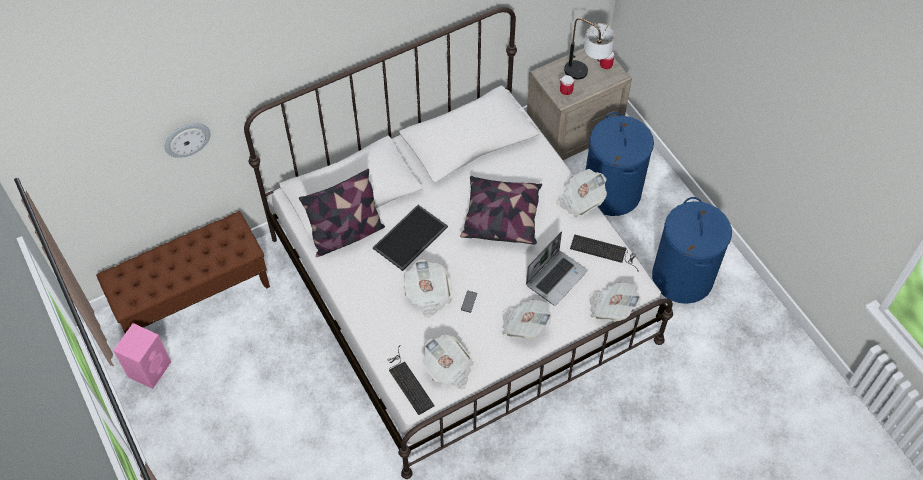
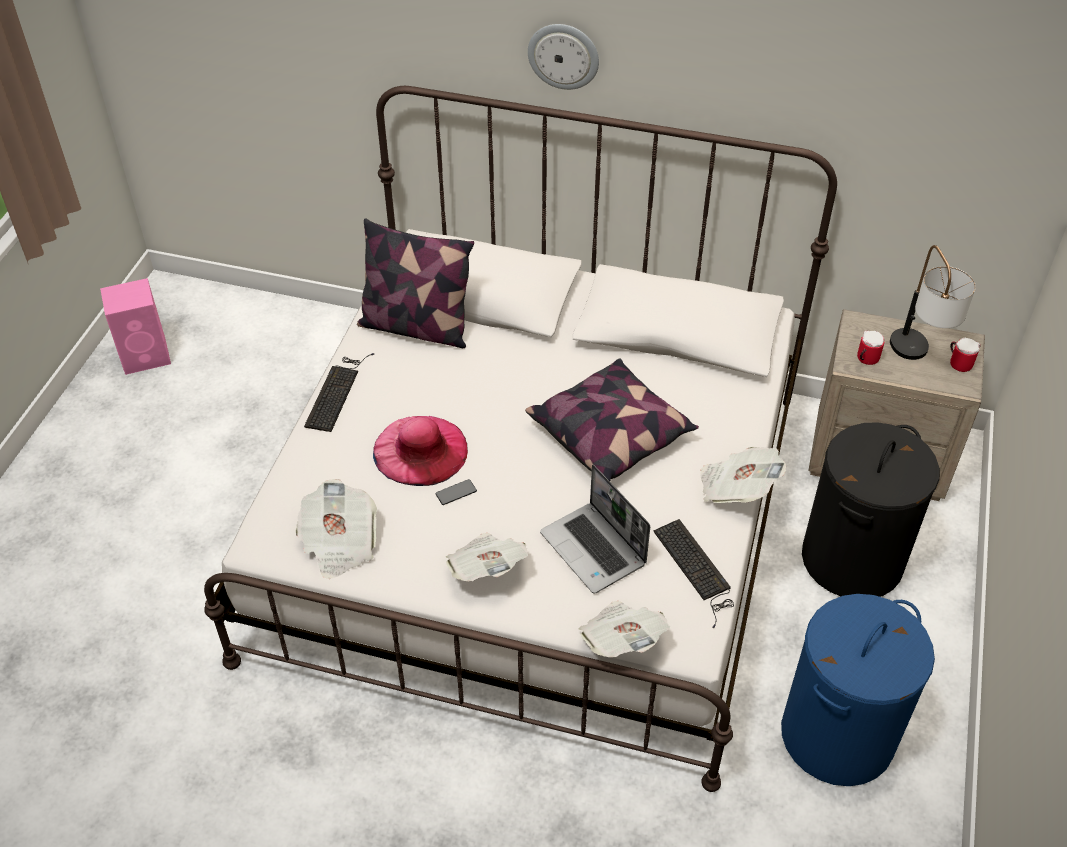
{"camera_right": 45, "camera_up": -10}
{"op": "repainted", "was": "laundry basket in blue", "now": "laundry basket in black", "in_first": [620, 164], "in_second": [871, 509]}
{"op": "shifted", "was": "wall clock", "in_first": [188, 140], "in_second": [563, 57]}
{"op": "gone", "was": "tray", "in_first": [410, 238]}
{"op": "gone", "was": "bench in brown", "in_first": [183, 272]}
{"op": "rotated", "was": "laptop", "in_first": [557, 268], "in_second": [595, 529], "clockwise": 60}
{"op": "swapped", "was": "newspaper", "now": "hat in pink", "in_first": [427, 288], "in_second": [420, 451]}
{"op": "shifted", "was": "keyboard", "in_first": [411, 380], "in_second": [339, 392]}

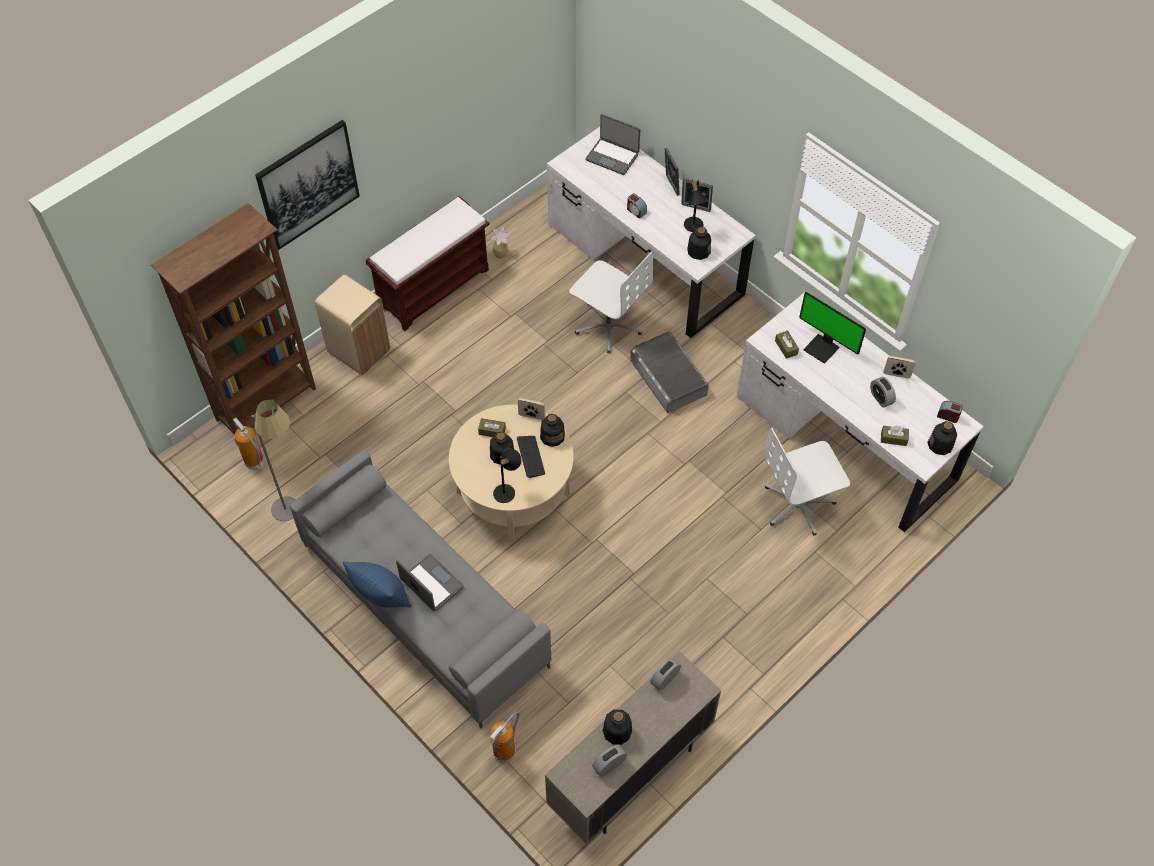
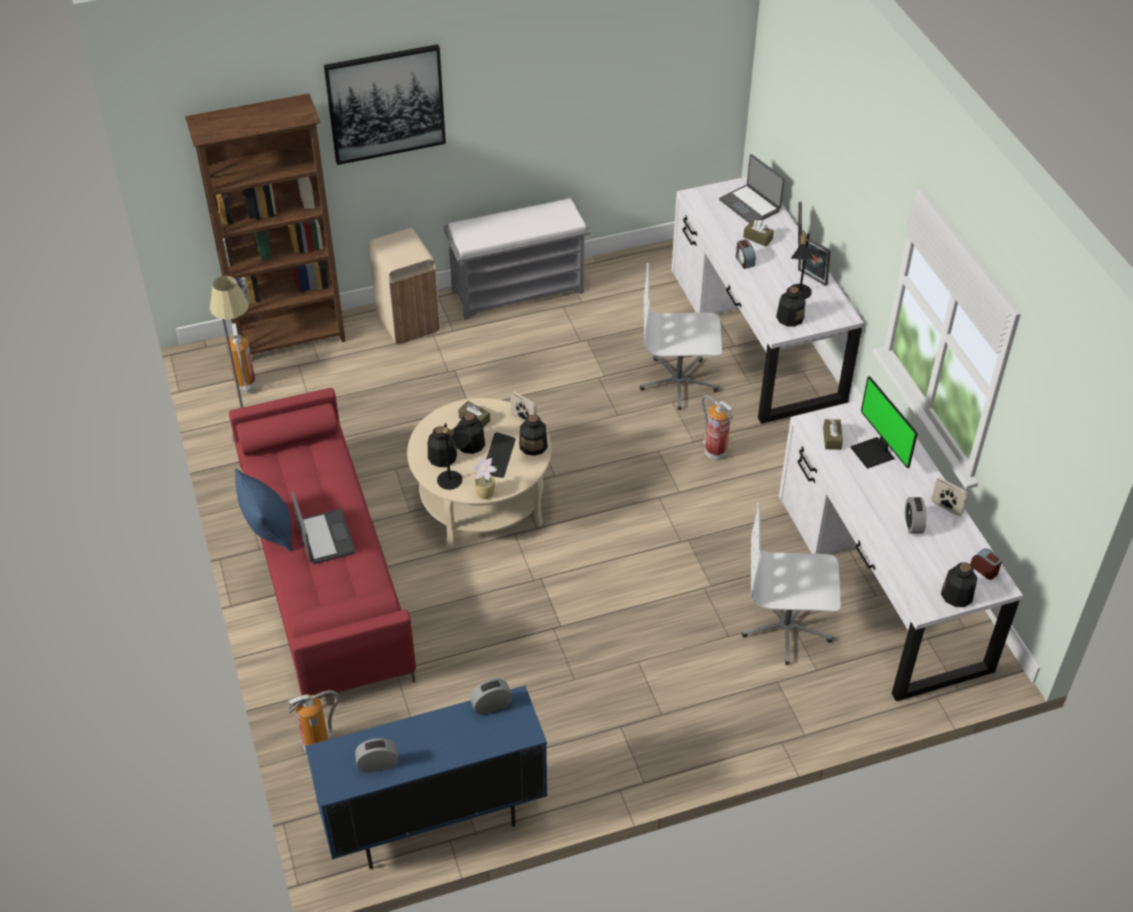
{"camera_right": 25, "camera_up": -10}
{"op": "repainted", "was": "bench in brown", "now": "bench in grey", "in_first": [428, 263], "in_second": [517, 259]}
{"op": "shifted", "was": "potted plant", "in_first": [500, 242], "in_second": [484, 477]}
{"op": "rotated", "was": "office chair in white", "in_first": [611, 302], "in_second": [681, 336], "clockwise": 120}
{"op": "swapped", "was": "storage box in grey", "now": "fire extinguisher", "in_first": [669, 372], "in_second": [717, 427]}
{"op": "shifted", "was": "tissue box in brown", "in_first": [895, 436], "in_second": [758, 233]}
{"op": "repainted", "was": "sofa in grey", "now": "sofa in red", "in_first": [420, 589], "in_second": [322, 543]}
{"op": "repainted", "was": "cabinet in beige", "now": "cabinet in blue", "in_first": [633, 747], "in_second": [426, 777]}
{"op": "shifted", "was": "bottle", "in_first": [617, 727], "in_second": [442, 446]}

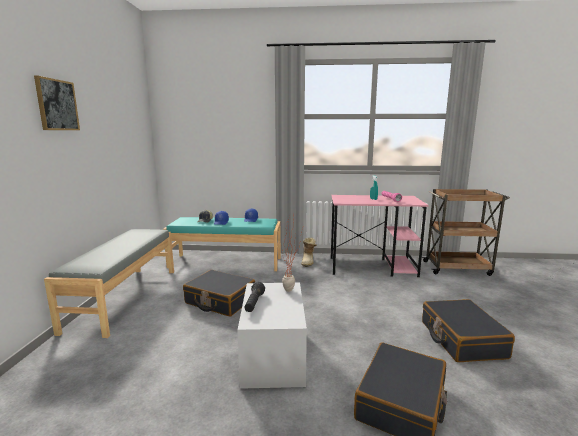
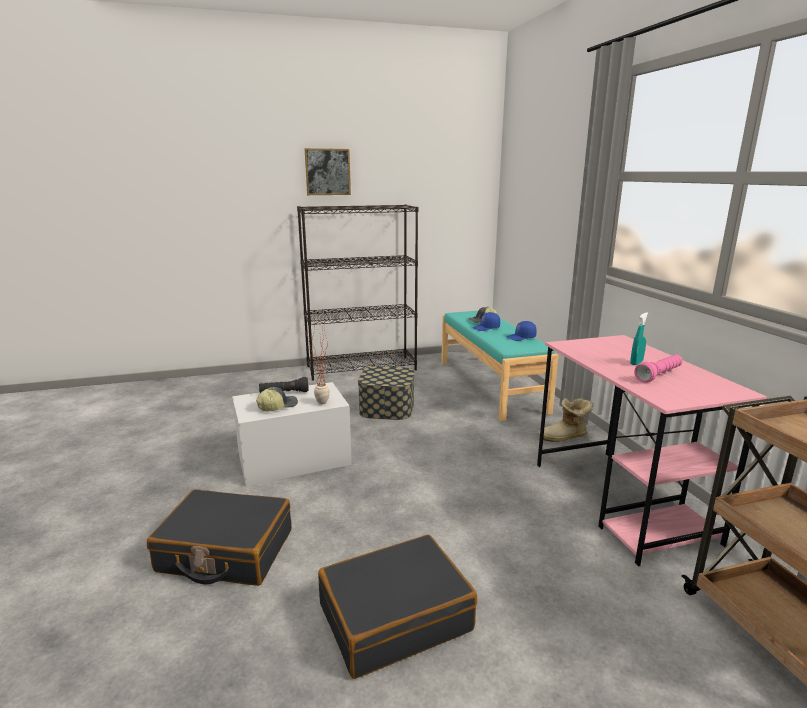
{"camera_right": 70, "camera_up": 5}
{"op": "swapped", "was": "bench in grey", "now": "bookcase in black", "in_first": [109, 283], "in_second": [357, 292]}
{"op": "swapped", "was": "suitcase in black", "now": "storage box", "in_first": [219, 293], "in_second": [386, 393]}
{"op": "new", "now": "cap", "in_second": [277, 399]}

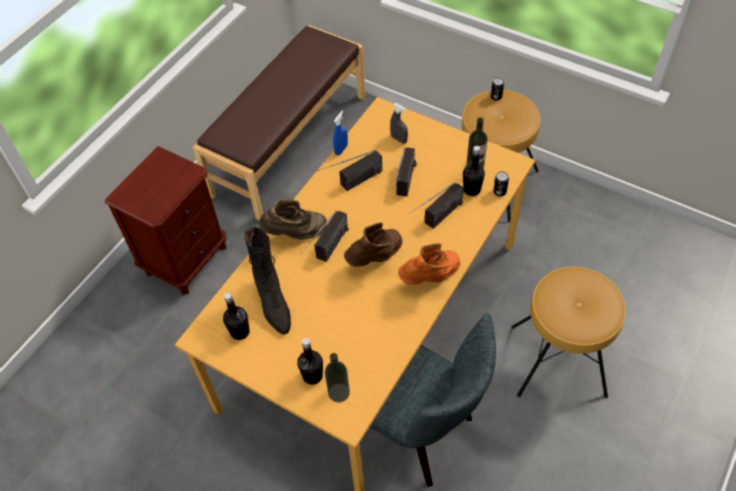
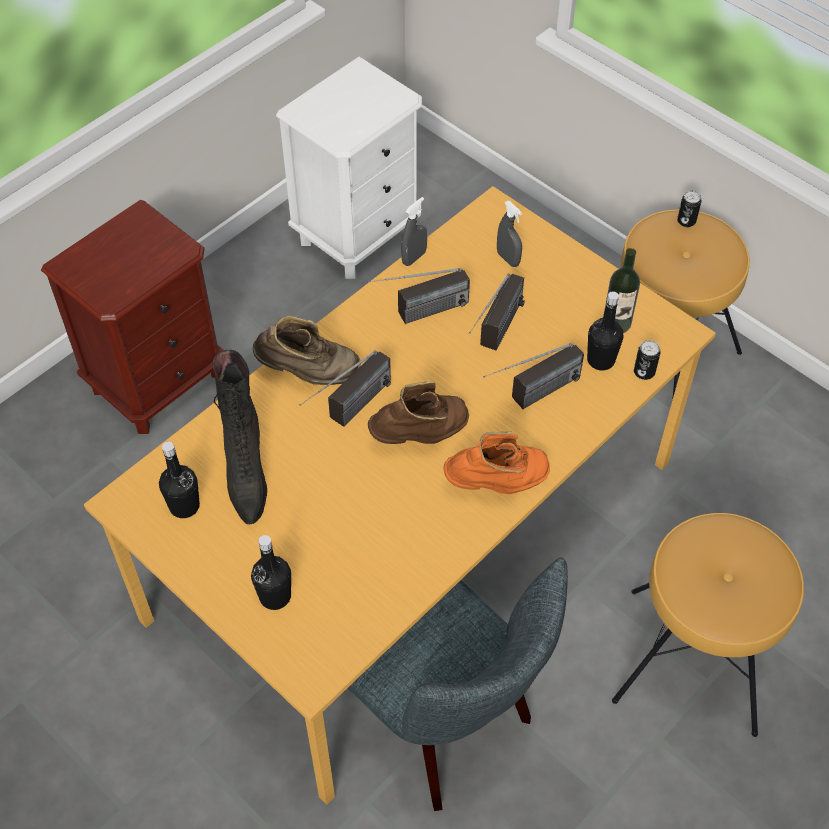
{"camera_right": 10, "camera_up": 0}
{"op": "swapped", "was": "bench in brown", "now": "nightstand in white", "in_first": [279, 123], "in_second": [349, 168]}
{"op": "repainted", "was": "spray bottle in blue", "now": "spray bottle in grey", "in_first": [340, 133], "in_second": [414, 231]}
{"op": "gone", "was": "bottle", "in_first": [337, 378]}

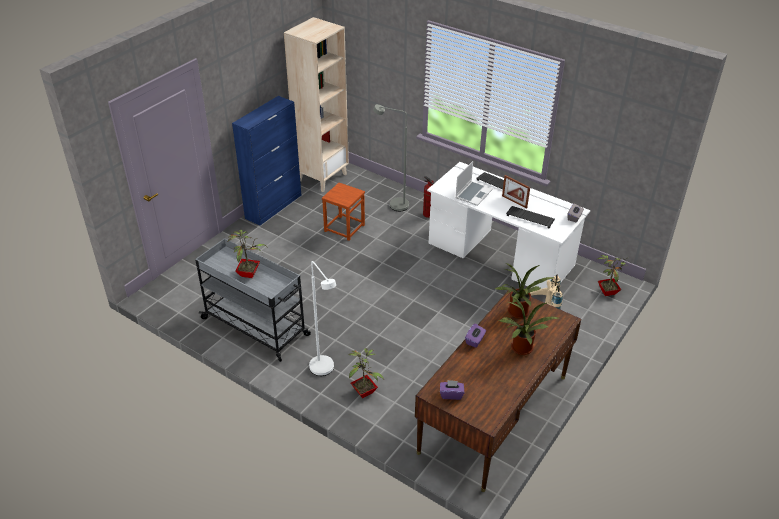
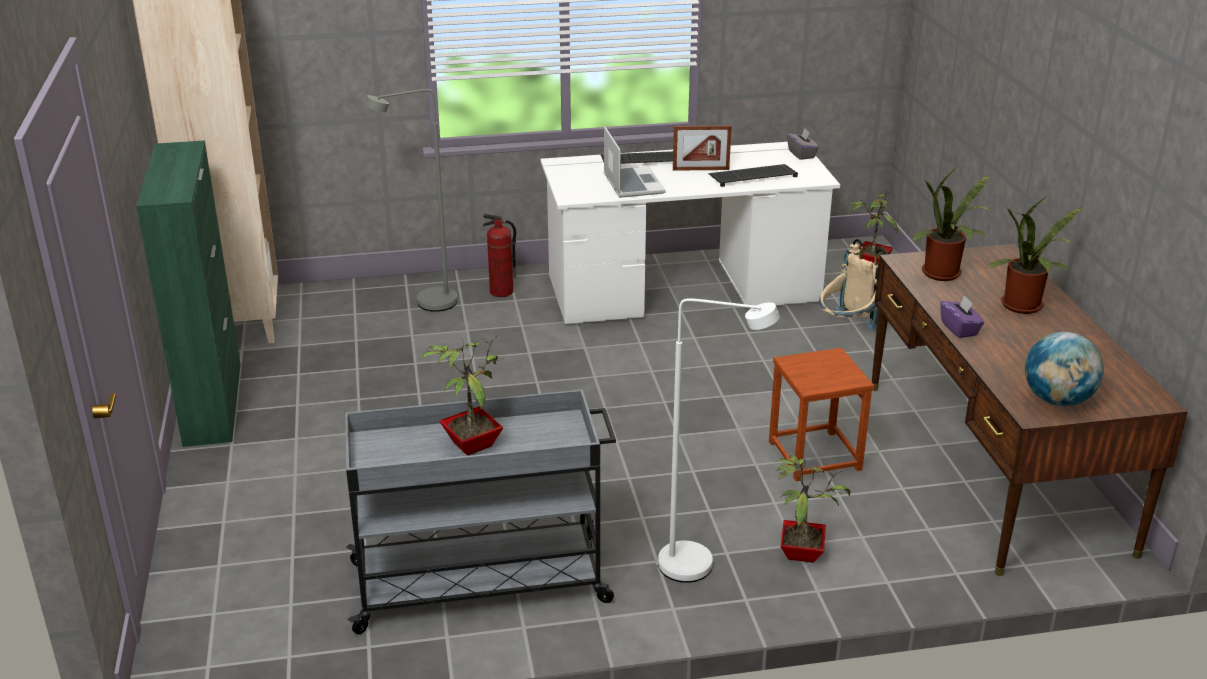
{"camera_right": -45, "camera_up": -10}
{"op": "repainted", "was": "cabinet in blue", "now": "cabinet in green", "in_first": [266, 161], "in_second": [188, 293]}
{"op": "shifted", "was": "stool in brown", "in_first": [343, 212], "in_second": [821, 414]}
{"op": "swapped", "was": "tissue box in purple", "now": "globe", "in_first": [452, 390], "in_second": [1064, 369]}

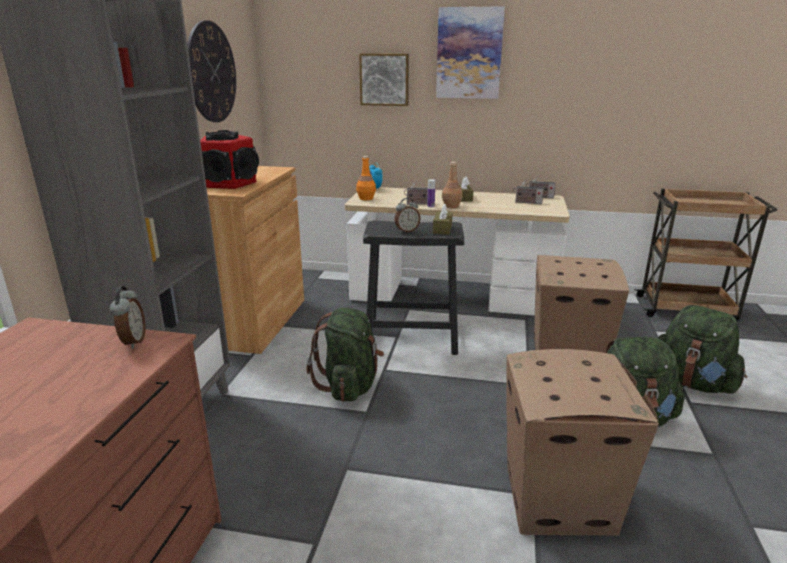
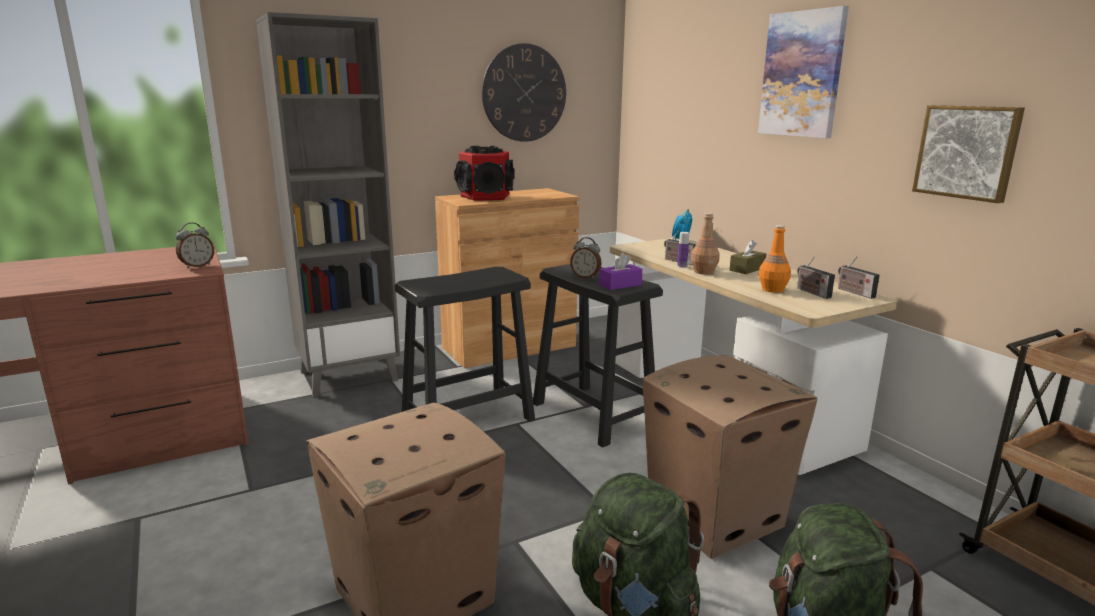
{"camera_right": 50, "camera_up": -5}
{"op": "shifted", "was": "picture", "in_first": [384, 80], "in_second": [968, 154]}
{"op": "shifted", "was": "bottle in orange", "in_first": [366, 178], "in_second": [775, 259]}
{"op": "repainted", "was": "tissue box in brown", "now": "tissue box in purple", "in_first": [442, 219], "in_second": [621, 271]}
{"op": "swapped", "was": "backpack in green", "now": "stool in black", "in_first": [345, 355], "in_second": [464, 344]}

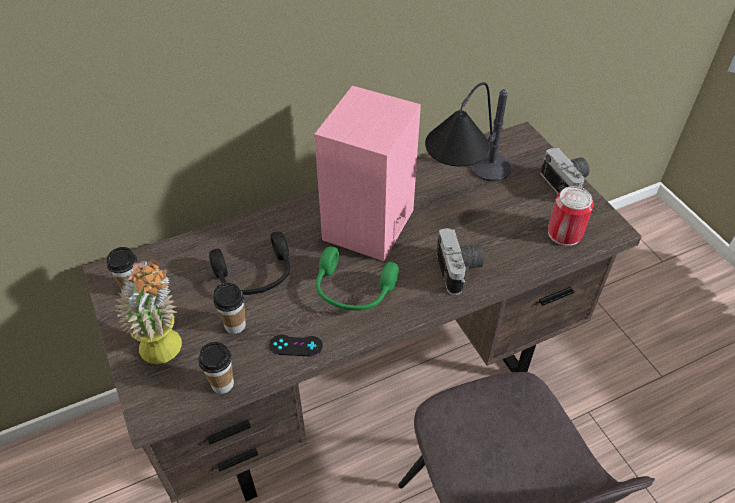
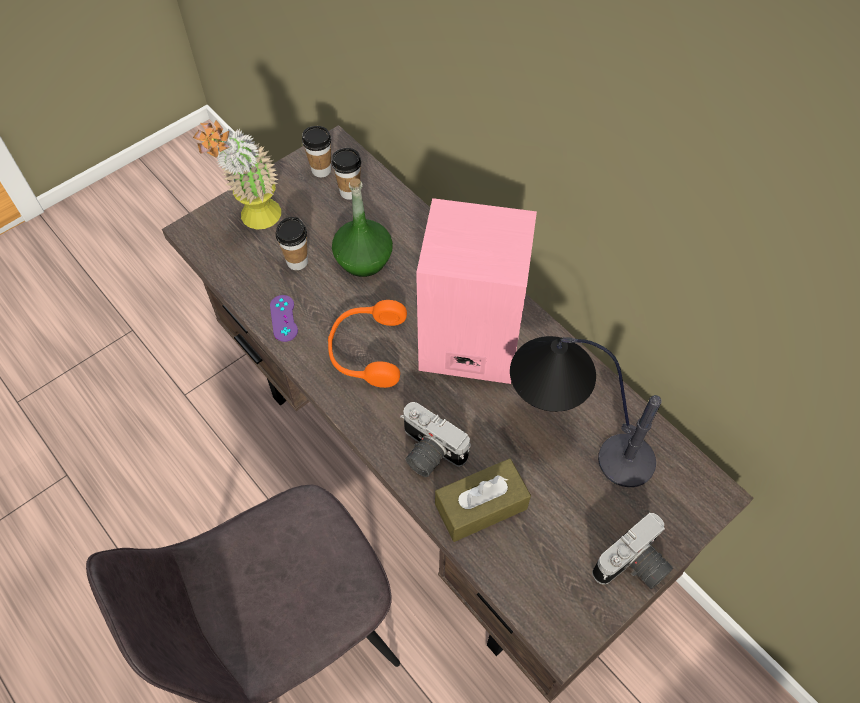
{"camera_right": 75, "camera_up": 10}
{"op": "gone", "was": "can", "in_first": [571, 216]}
{"op": "rotated", "was": "photo camera", "in_first": [460, 261], "in_second": [435, 439], "clockwise": 60}
{"op": "swapped", "was": "headphones in black", "now": "bottle in green", "in_first": [249, 263], "in_second": [362, 227]}
{"op": "repainted", "was": "headphones in green", "now": "headphones in orange", "in_first": [357, 278], "in_second": [367, 344]}
{"op": "repainted", "was": "game controller in black", "now": "game controller in purple", "in_first": [296, 345], "in_second": [284, 318]}
{"op": "shifted", "was": "cup", "in_first": [216, 368], "in_second": [346, 174]}
{"op": "new", "now": "tissue box in brown", "in_second": [483, 500]}

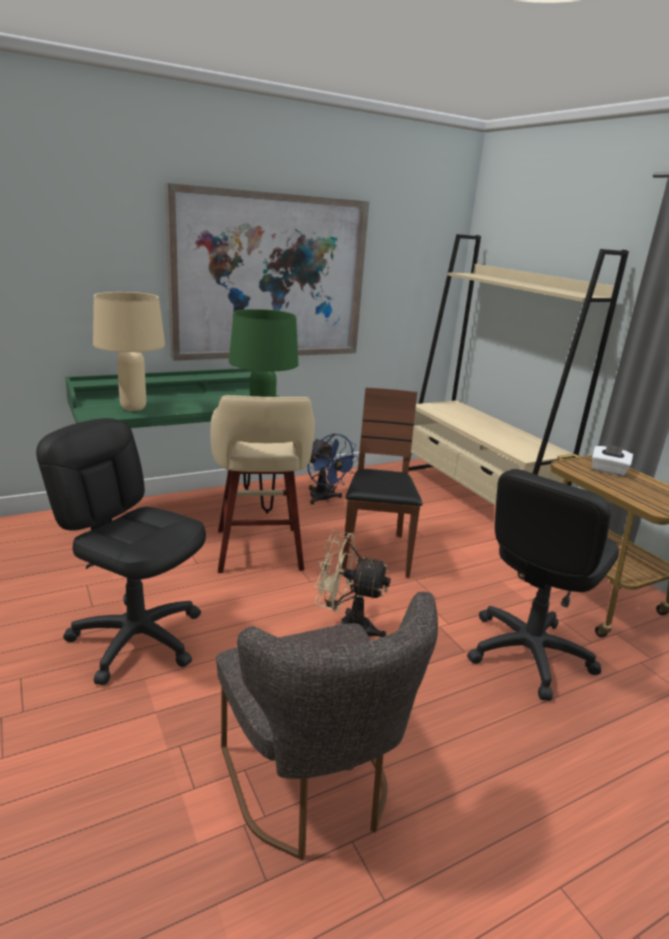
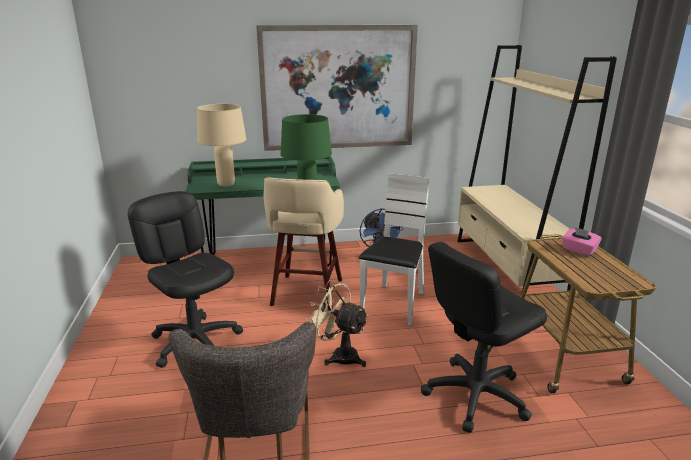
{"camera_right": 20, "camera_up": 0}
{"op": "repainted", "was": "chair in brown", "now": "chair in white", "in_first": [382, 483], "in_second": [393, 249]}
{"op": "repainted", "was": "tissue box in white", "now": "tissue box in pink", "in_first": [612, 460], "in_second": [582, 241]}

